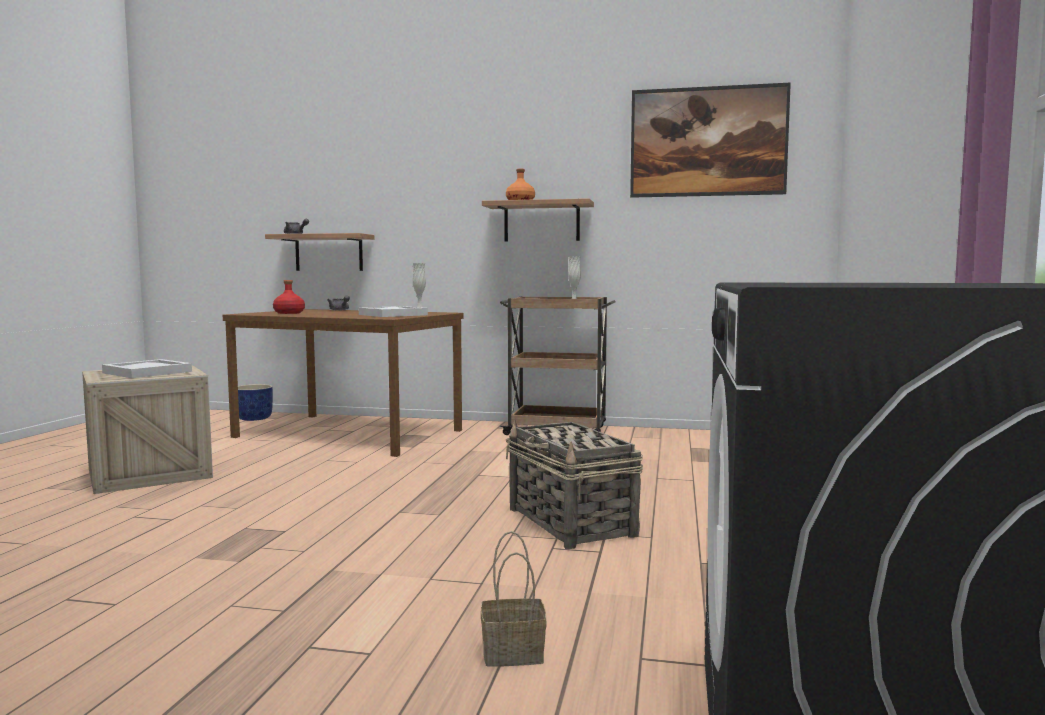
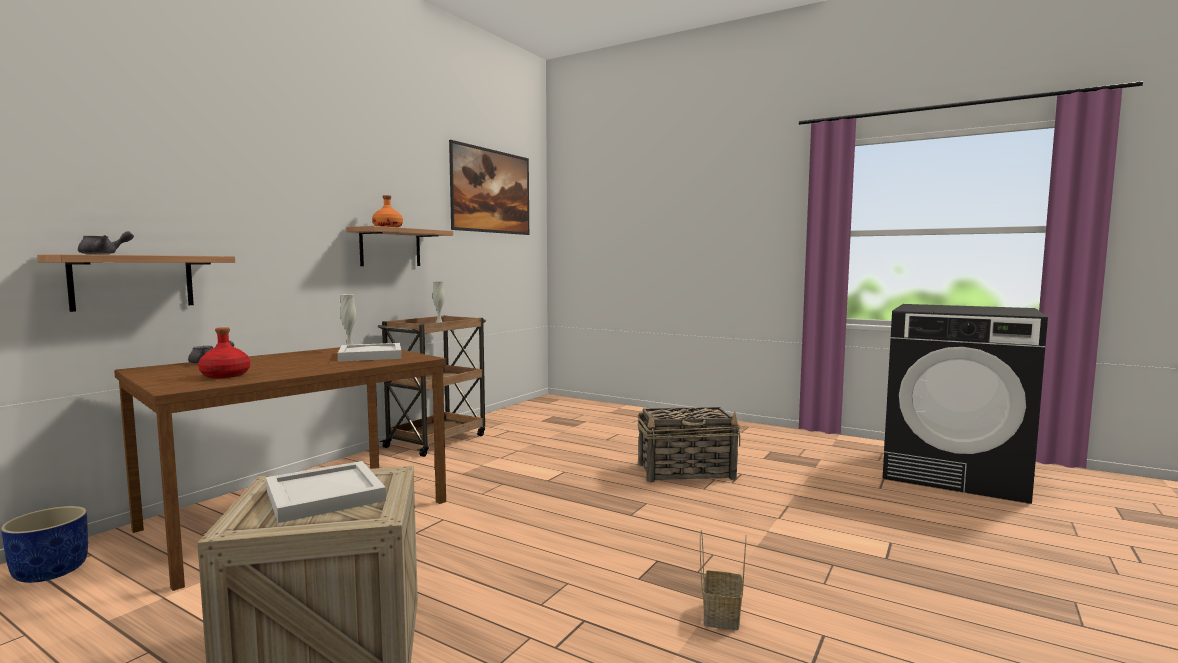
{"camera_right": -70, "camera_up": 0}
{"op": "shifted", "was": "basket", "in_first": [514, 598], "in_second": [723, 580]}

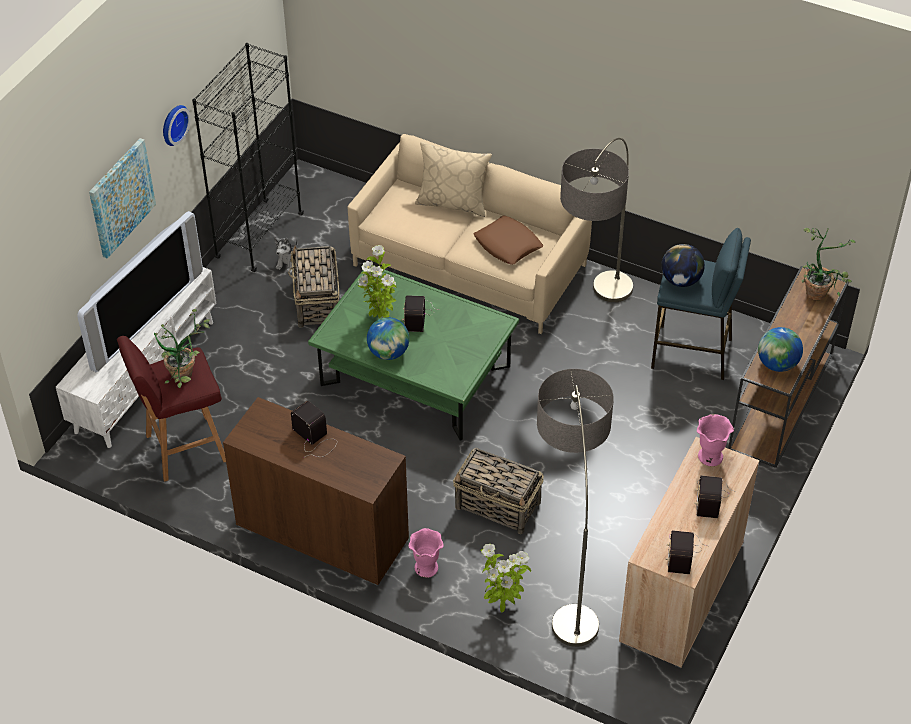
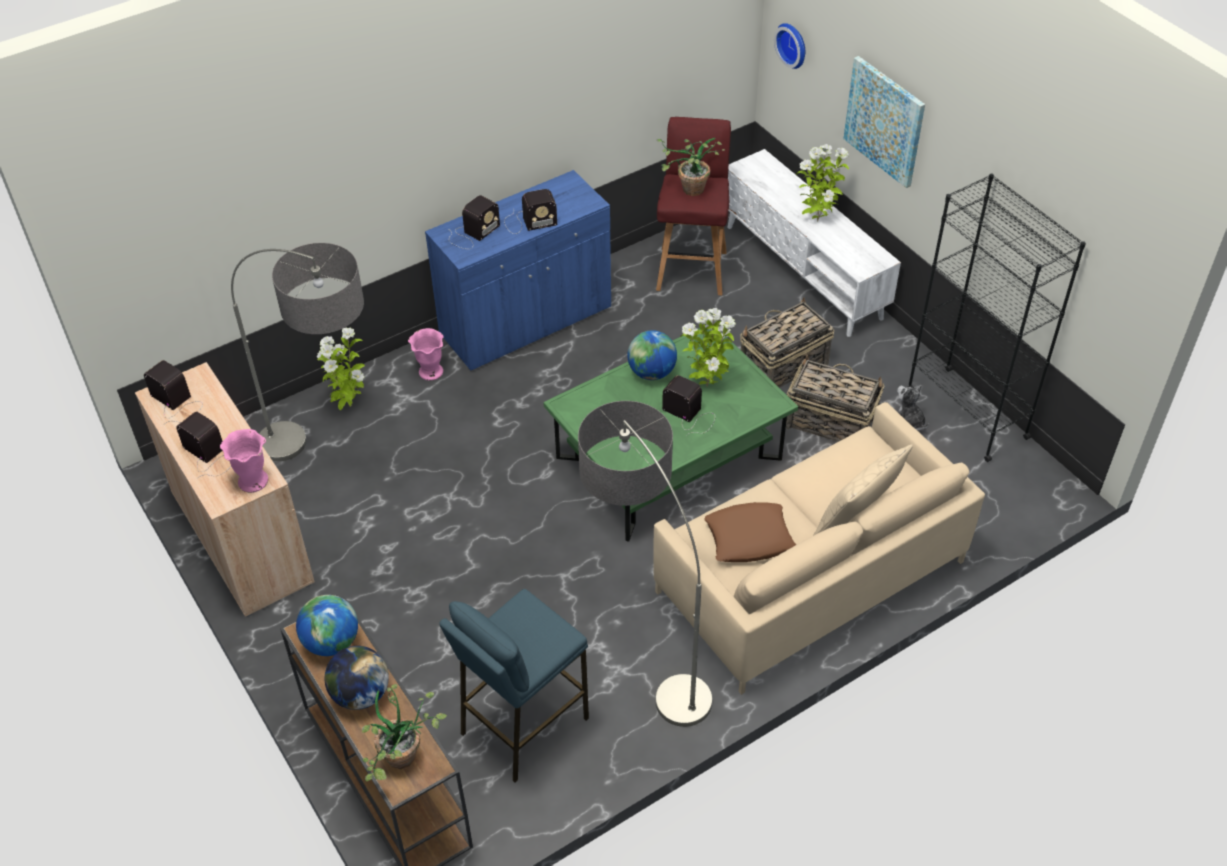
{"camera_right": 120, "camera_up": 0}
{"op": "shifted", "was": "wall clock", "in_first": [177, 125], "in_second": [789, 46]}
{"op": "swapped", "was": "television", "now": "potted plant", "in_first": [140, 291], "in_second": [822, 183]}
{"op": "shifted", "was": "globe", "in_first": [683, 265], "in_second": [357, 678]}
{"op": "repainted", "was": "cabinet in brown", "now": "cabinet in blue", "in_first": [316, 491], "in_second": [518, 270]}
{"op": "shifted", "was": "basket", "in_first": [498, 491], "in_second": [787, 342]}
{"op": "new", "now": "radio", "in_second": [474, 222]}

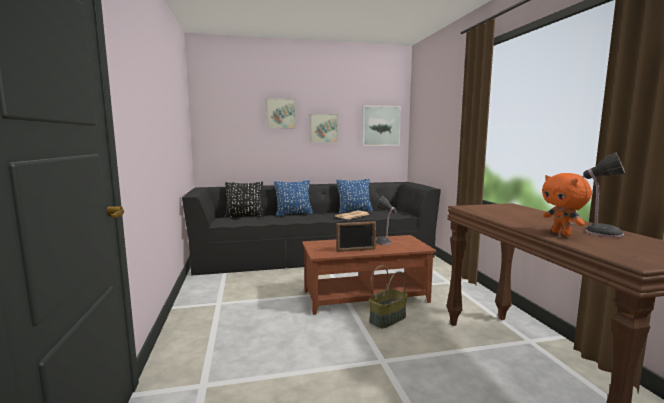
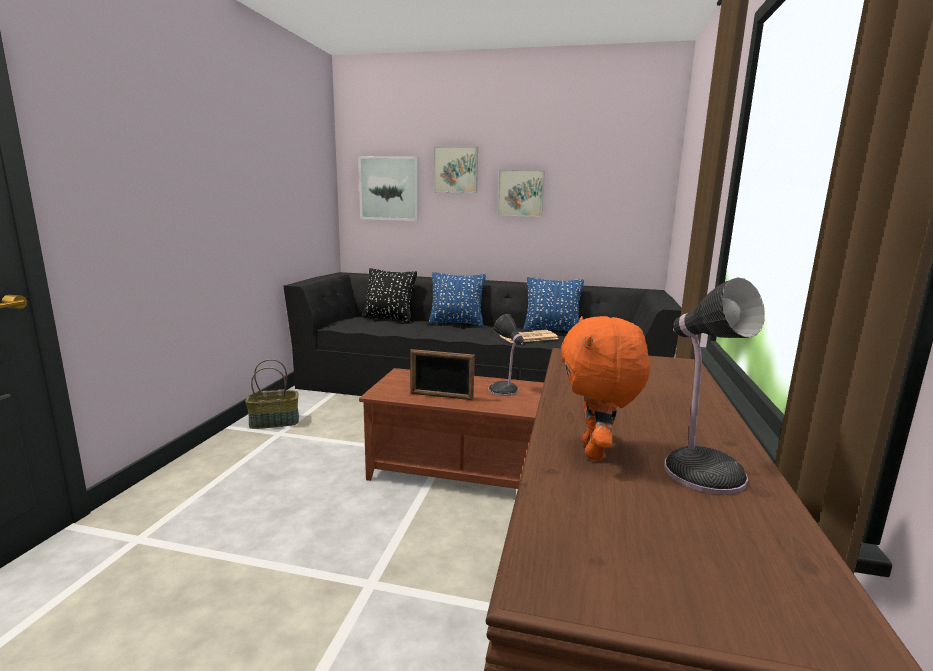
{"camera_right": 25, "camera_up": 5}
{"op": "shifted", "was": "picture", "in_first": [381, 125], "in_second": [388, 188]}
{"op": "shifted", "was": "basket", "in_first": [388, 297], "in_second": [272, 394]}

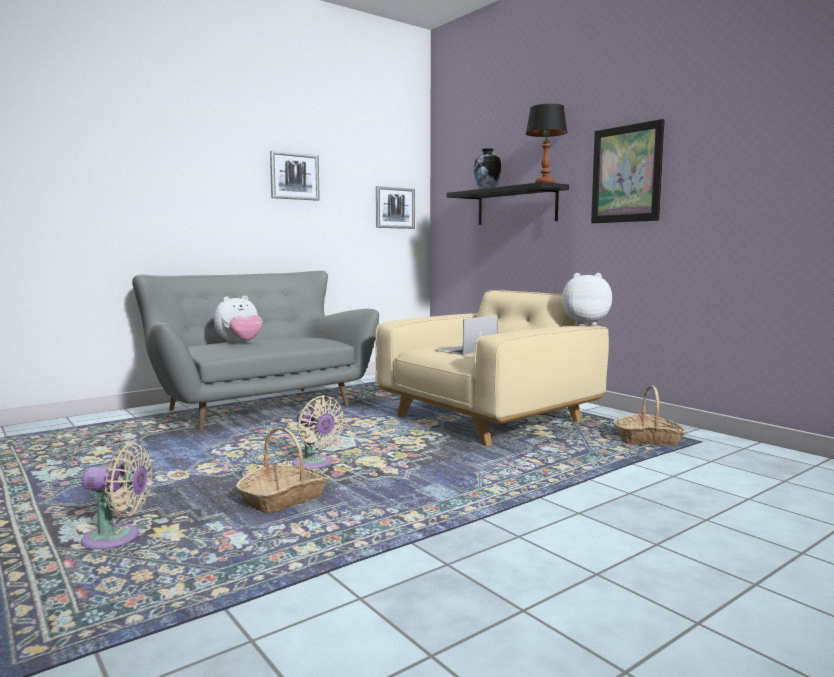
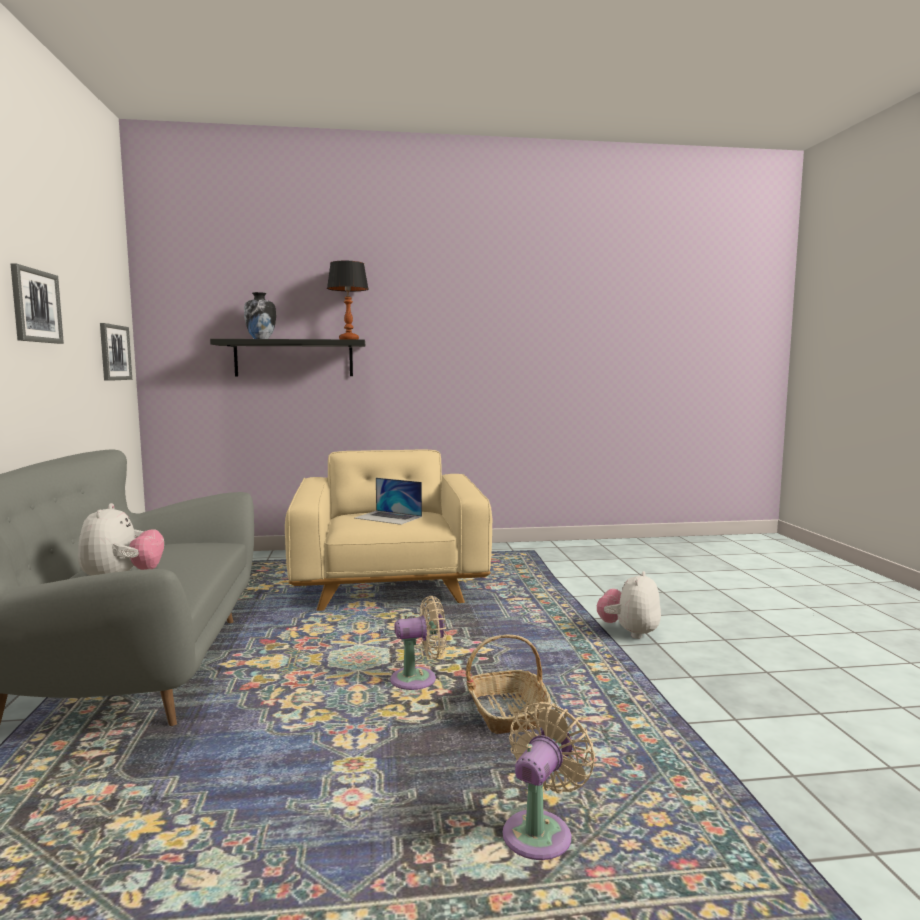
{"camera_right": -60, "camera_up": 0}
{"op": "gone", "was": "picture", "in_first": [628, 171]}
{"op": "shifted", "was": "plush toy", "in_first": [586, 299], "in_second": [629, 605]}
{"op": "rotated", "was": "laptop", "in_first": [466, 335], "in_second": [388, 501], "clockwise": -45}
{"op": "gone", "was": "basket", "in_first": [650, 415]}

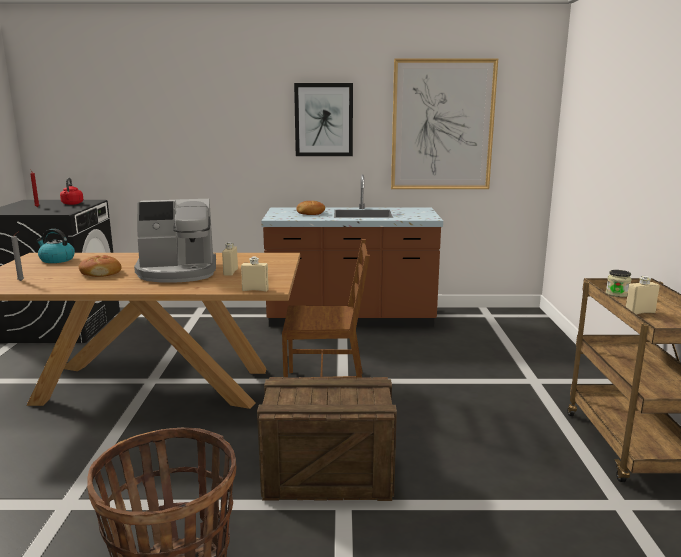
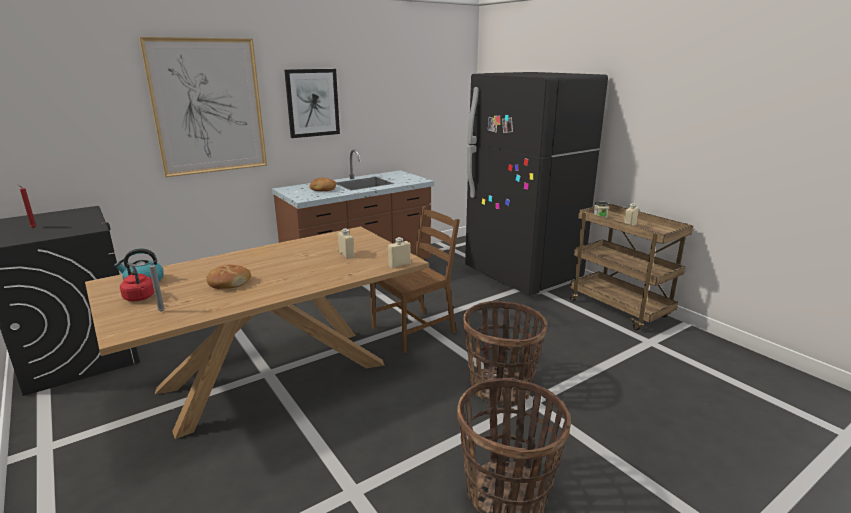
{"camera_right": -35, "camera_up": 5}
{"op": "shifted", "was": "picture", "in_first": [444, 124], "in_second": [203, 107]}
{"op": "shifted", "was": "kettle in red", "in_first": [71, 191], "in_second": [137, 282]}
{"op": "gone", "was": "coffee machine", "in_first": [175, 241]}
{"op": "swapped", "was": "crate", "now": "basket", "in_first": [327, 439], "in_second": [505, 353]}
{"op": "new", "now": "fridge in black", "in_second": [536, 184]}

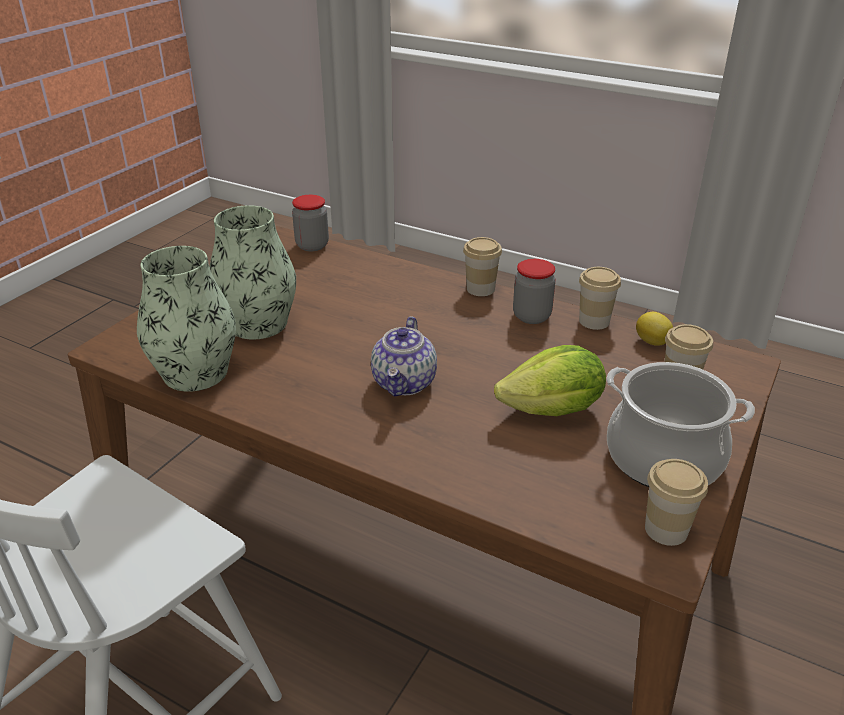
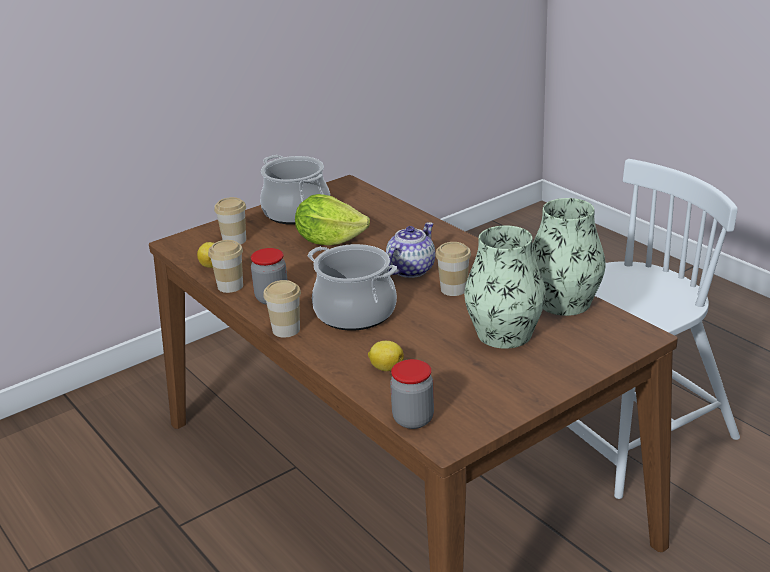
{"camera_right": -155, "camera_up": -5}
{"op": "shifted", "was": "cup", "in_first": [676, 502], "in_second": [453, 269]}
{"op": "new", "now": "cooking pot", "in_second": [352, 287]}
{"op": "new", "now": "lemon", "in_second": [386, 356]}

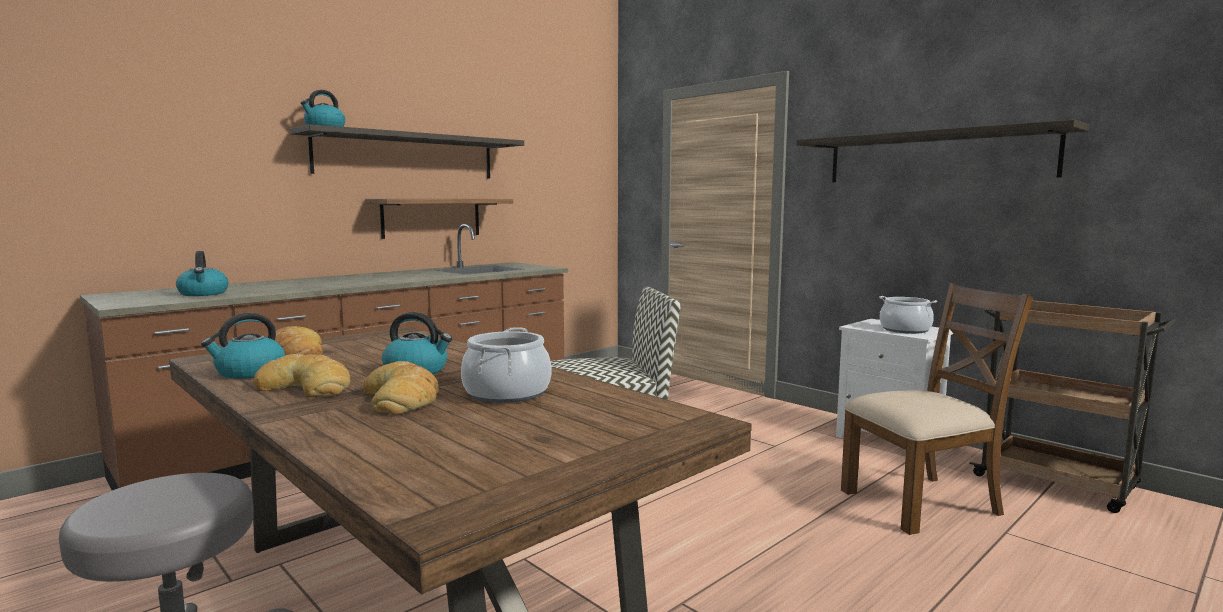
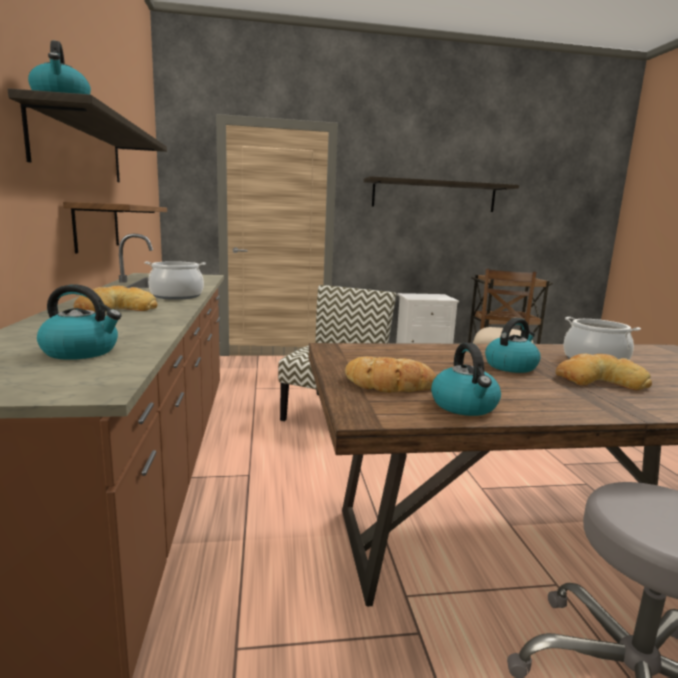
{"camera_right": -55, "camera_up": 5}
{"op": "shifted", "was": "cooking pot", "in_first": [908, 315], "in_second": [175, 280]}
{"op": "shifted", "was": "bread", "in_first": [302, 375], "in_second": [115, 299]}

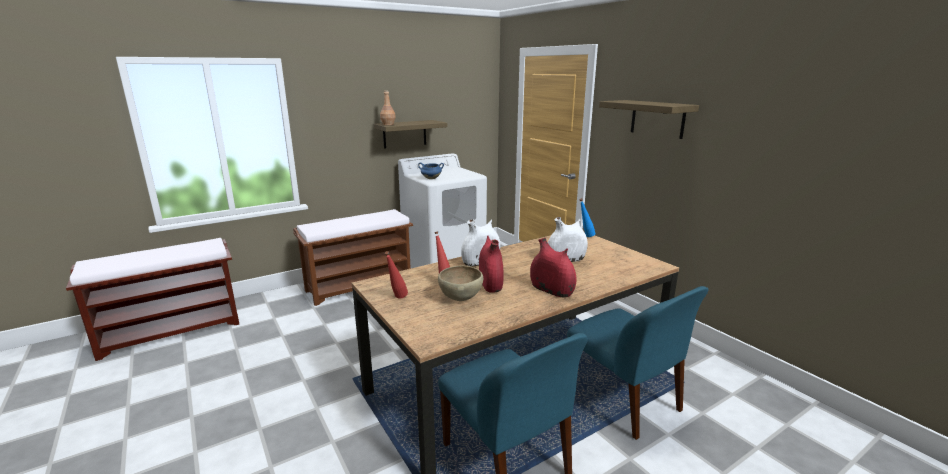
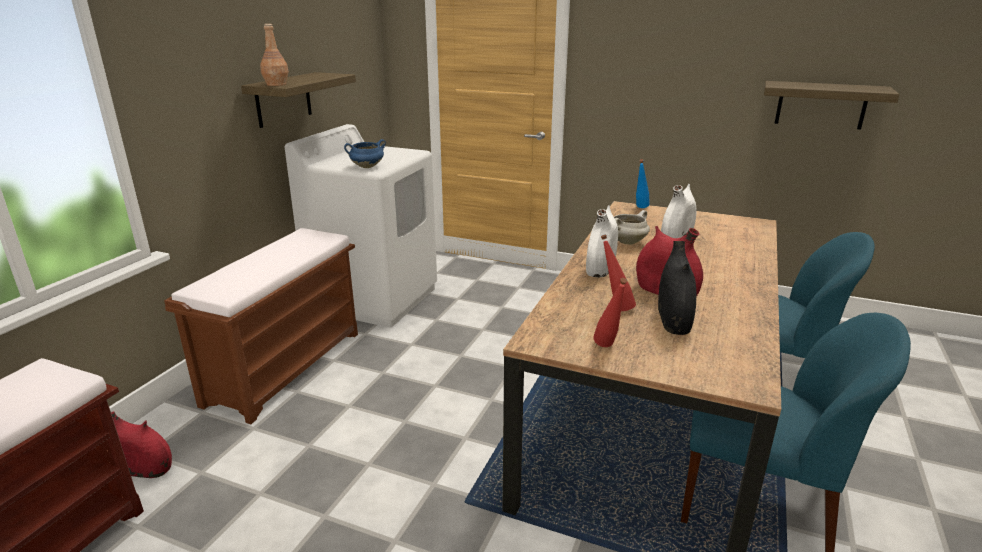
{"camera_right": -35, "camera_up": 5}
{"op": "shifted", "was": "shelf", "in_first": [649, 119], "in_second": [832, 105]}
{"op": "shifted", "was": "vase in red", "in_first": [553, 267], "in_second": [141, 444]}
{"op": "swapped", "was": "bowl in brown", "now": "vase in black", "in_first": [460, 283], "in_second": [677, 288]}
{"op": "new", "now": "cooking pot in white", "in_second": [632, 227]}

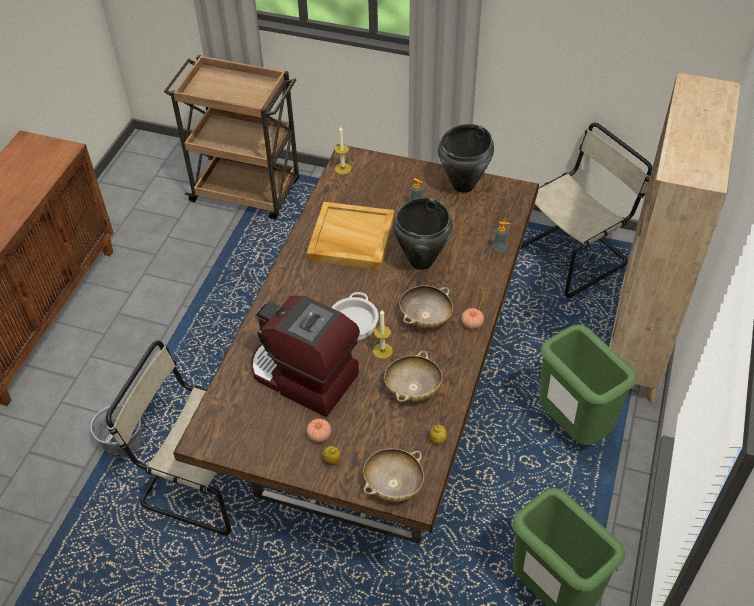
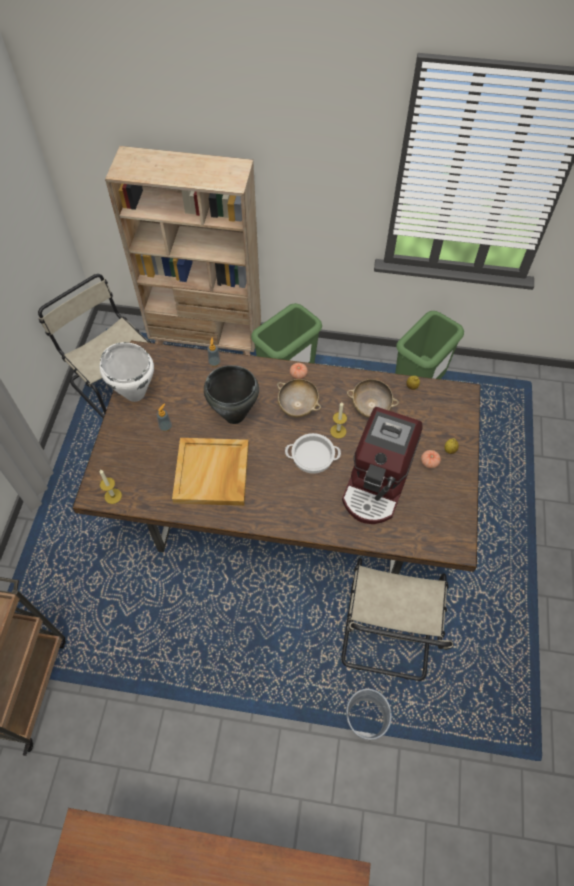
{"camera_right": -100, "camera_up": 10}
{"op": "repainted", "was": "cooking pot in black", "now": "cooking pot in white", "in_first": [466, 158], "in_second": [127, 372]}
{"op": "gone", "was": "bowl in beige", "in_first": [393, 475]}

